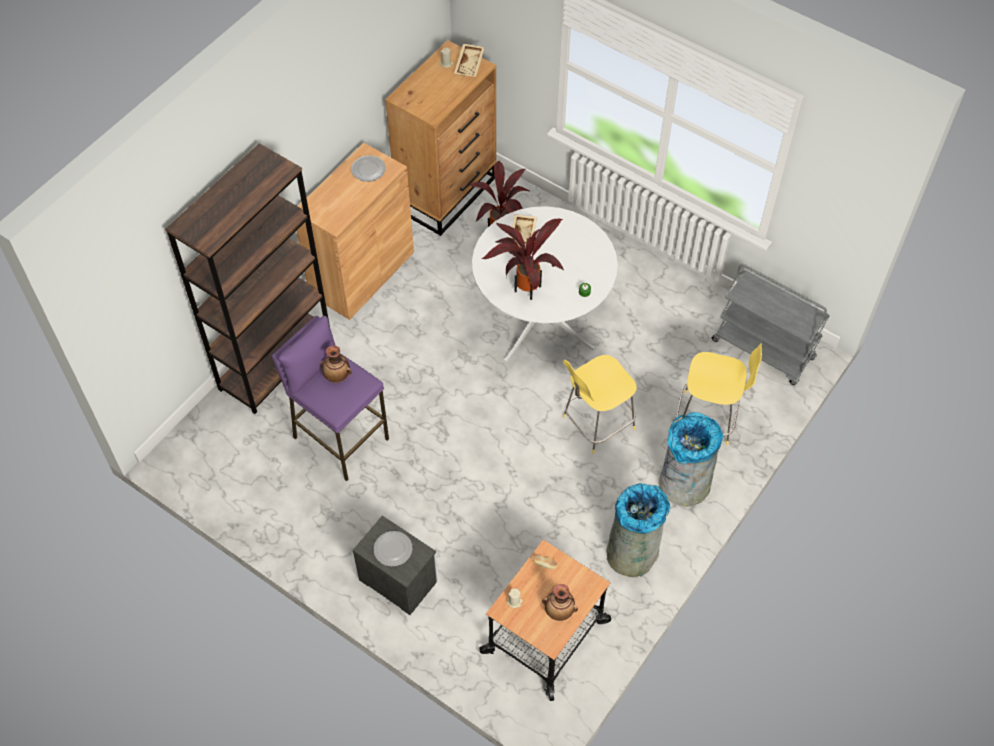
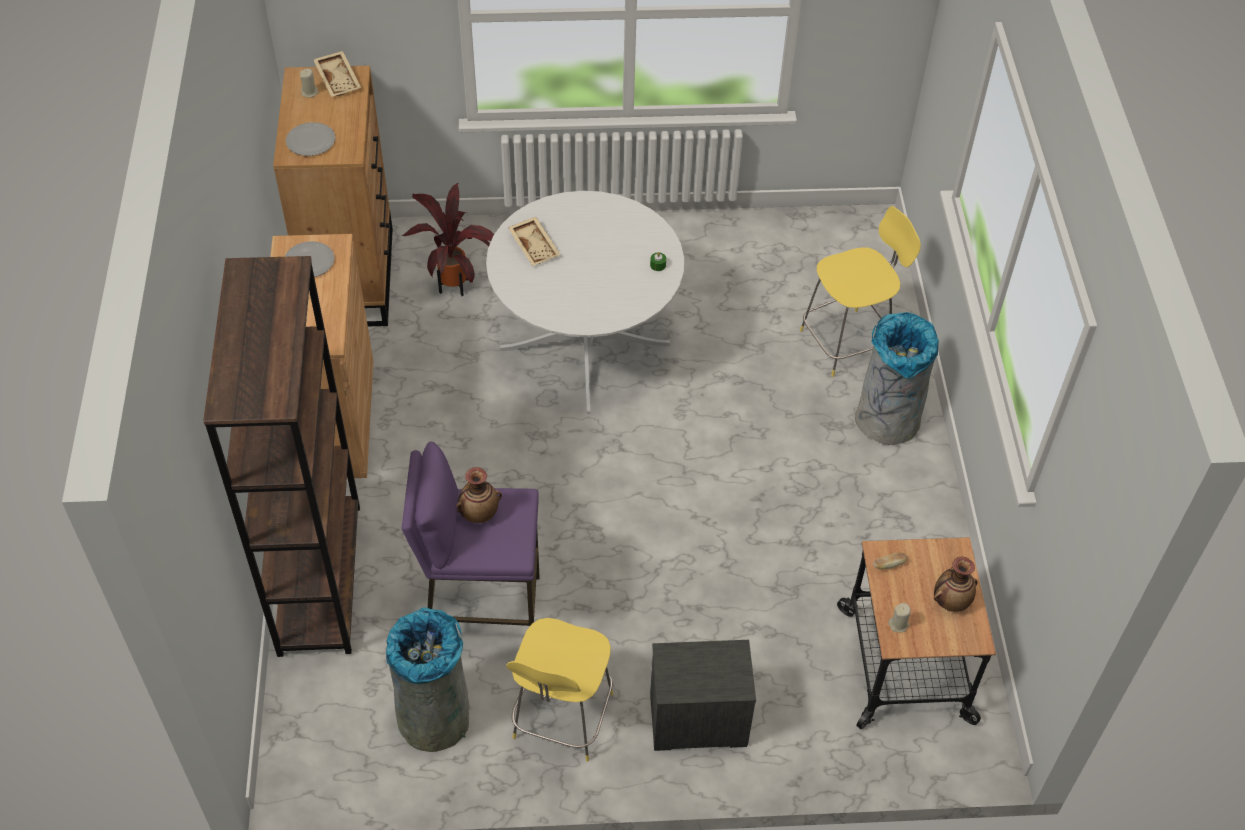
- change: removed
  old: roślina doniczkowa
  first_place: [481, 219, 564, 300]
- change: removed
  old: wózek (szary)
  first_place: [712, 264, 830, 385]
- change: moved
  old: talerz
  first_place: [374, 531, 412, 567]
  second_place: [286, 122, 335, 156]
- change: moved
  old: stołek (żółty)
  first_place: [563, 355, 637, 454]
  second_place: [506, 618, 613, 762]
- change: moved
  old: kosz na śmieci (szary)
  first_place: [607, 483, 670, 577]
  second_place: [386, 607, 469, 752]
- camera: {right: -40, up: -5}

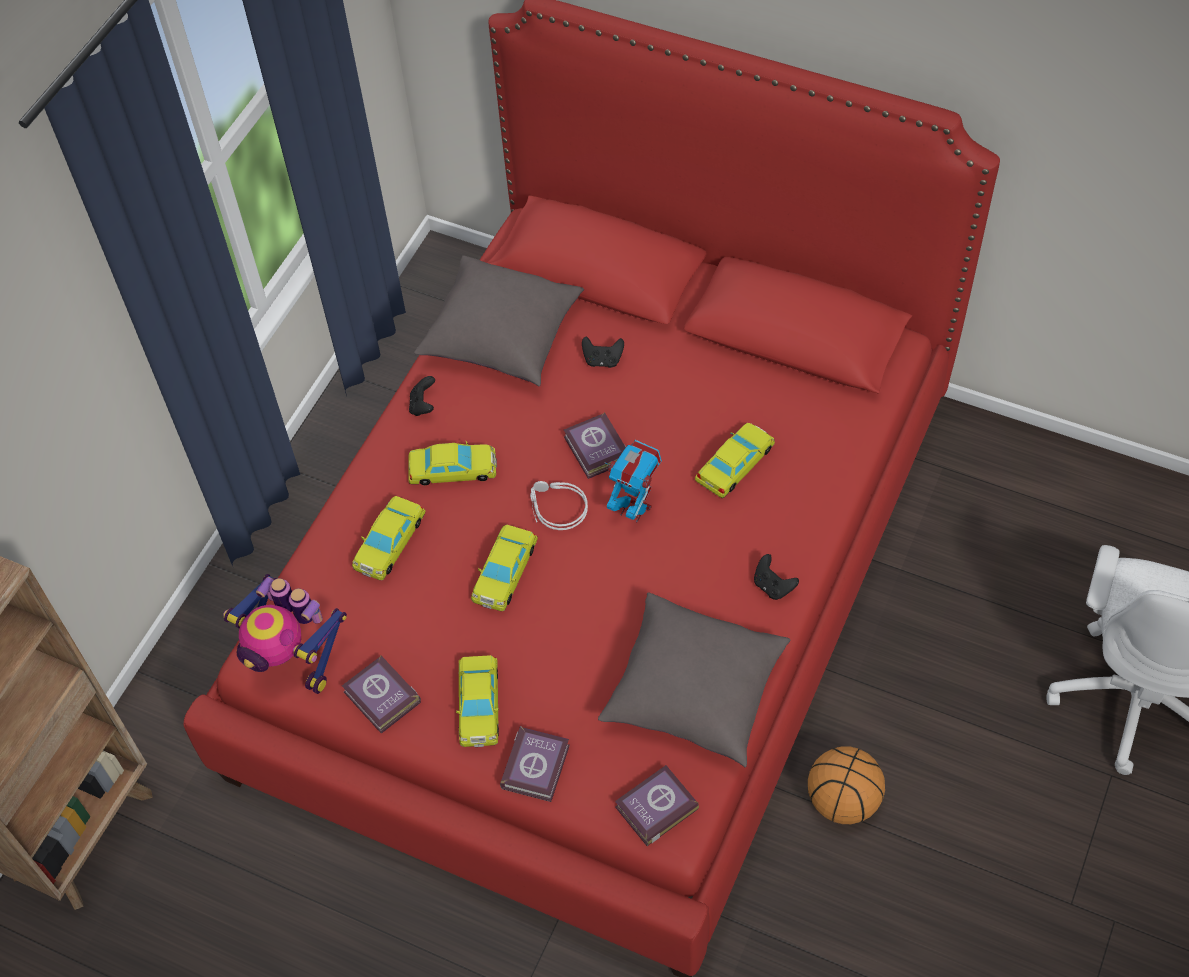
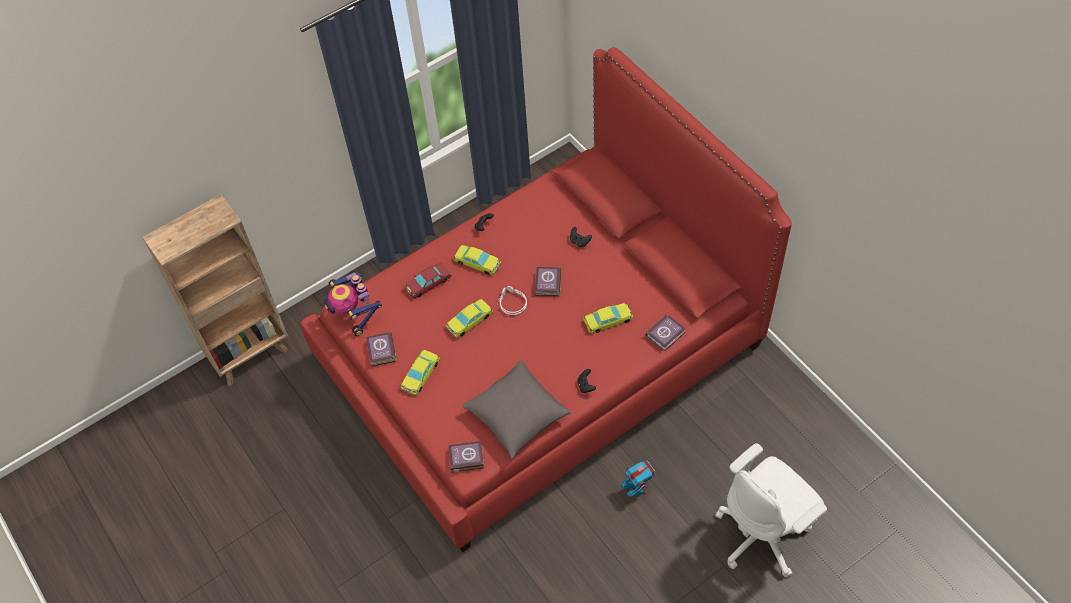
- change: removed
  old: poduszka (szary)
  first_place: [414, 255, 584, 386]
- change: removed
  old: piłka do koszykówki
  first_place: [808, 746, 885, 824]
- change: moved
  old: książka
  first_place: [500, 726, 570, 802]
  second_place: [645, 314, 685, 352]
- change: moved
  old: robot zabawkowy
  first_place: [604, 440, 662, 523]
  second_place: [621, 460, 655, 498]
- change: recoloured
  old: samochodzik (żółty)
  new: samochodzik (czerwony)
  first_place: [352, 496, 426, 580]
  second_place: [404, 263, 452, 299]
- camera: {right: 30, up: 0}

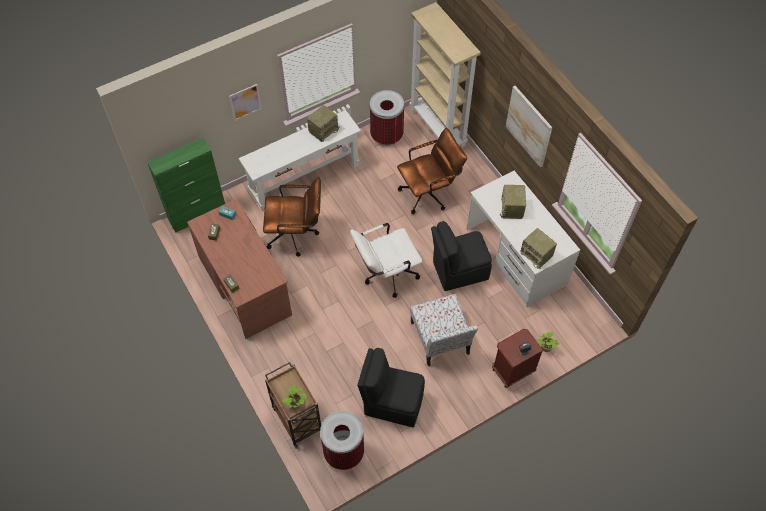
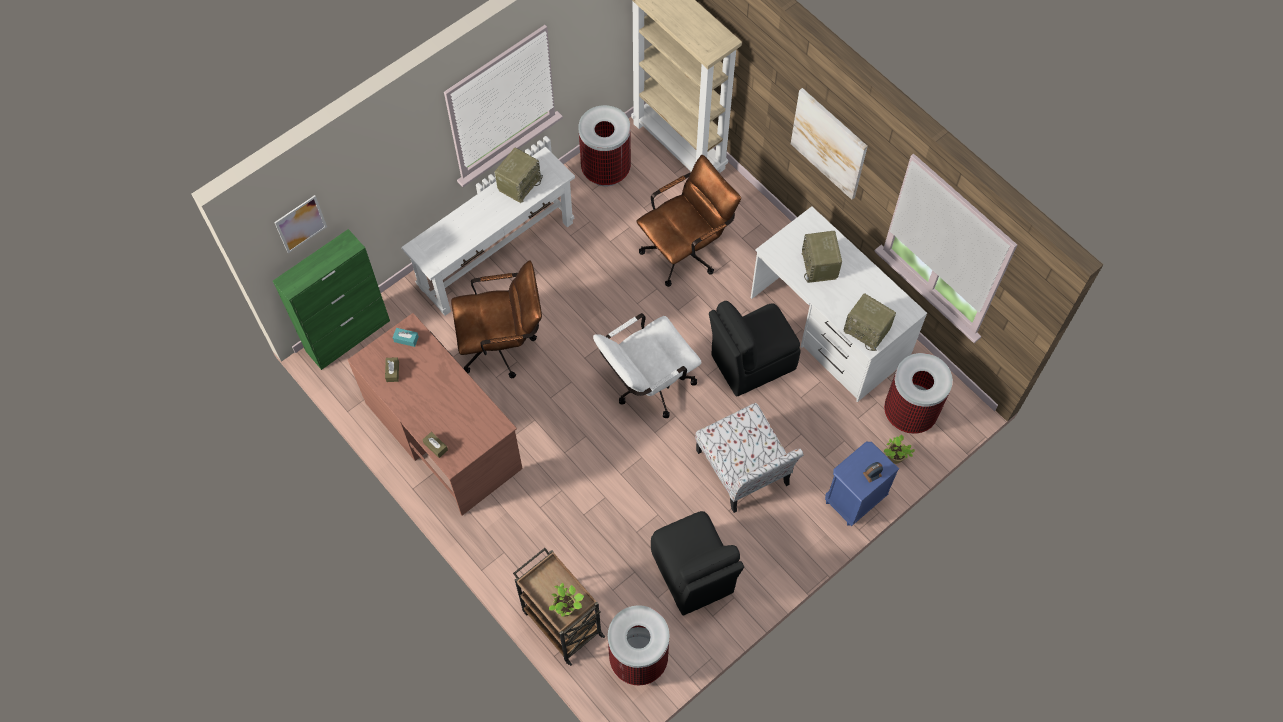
- change: added
  new: kosz na śmieci
  second_place: [884, 353, 953, 434]
- change: moved
  old: obraz
  first_place: [229, 84, 262, 121]
  second_place: [274, 195, 327, 253]
- change: recoloured
  old: szafka nocna (brązowy)
  new: szafka nocna (niebieski)
  first_place: [492, 329, 543, 388]
  second_place: [825, 442, 899, 526]
- change: turned
  old: krzesło (czarny)
  first_place: [357, 348, 425, 427]
  second_place: [651, 511, 744, 615]
  degrees: -120
- camera: {right: -10, up: 5}

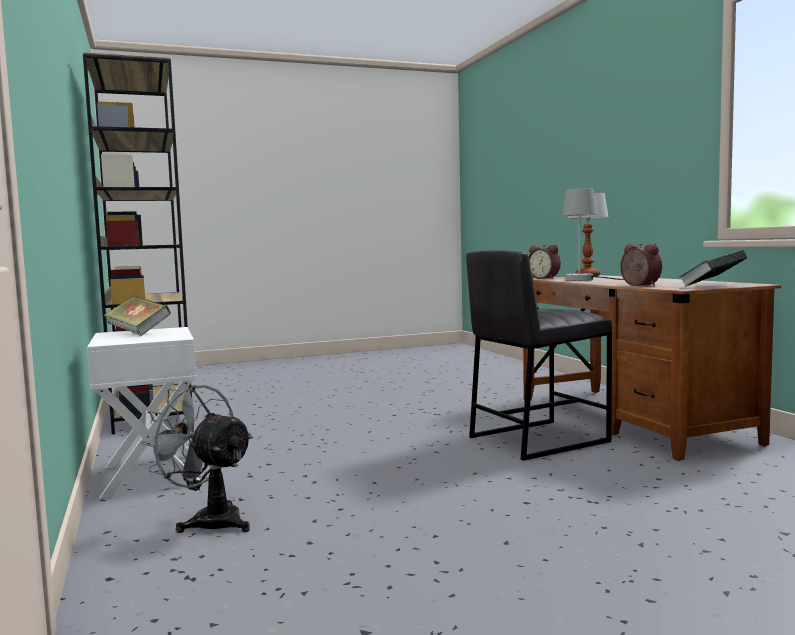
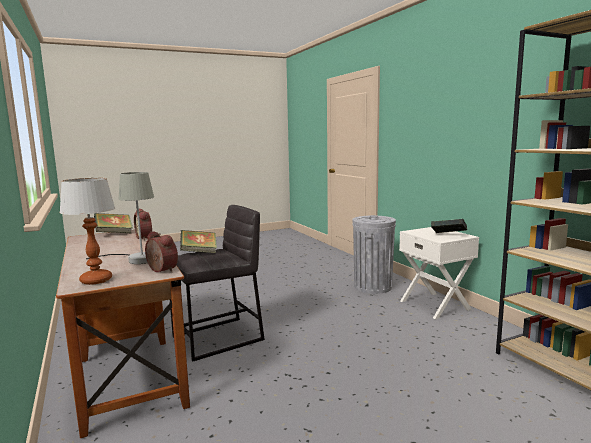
- change: added
  new: książka
  second_place: [180, 230, 217, 253]
- change: replaced
  old: wentylator (szary)
  new: kosz na śmieci (szary)
  first_place: [140, 385, 253, 533]
  second_place: [352, 215, 396, 294]
- camera: {right: 175, up: 5}

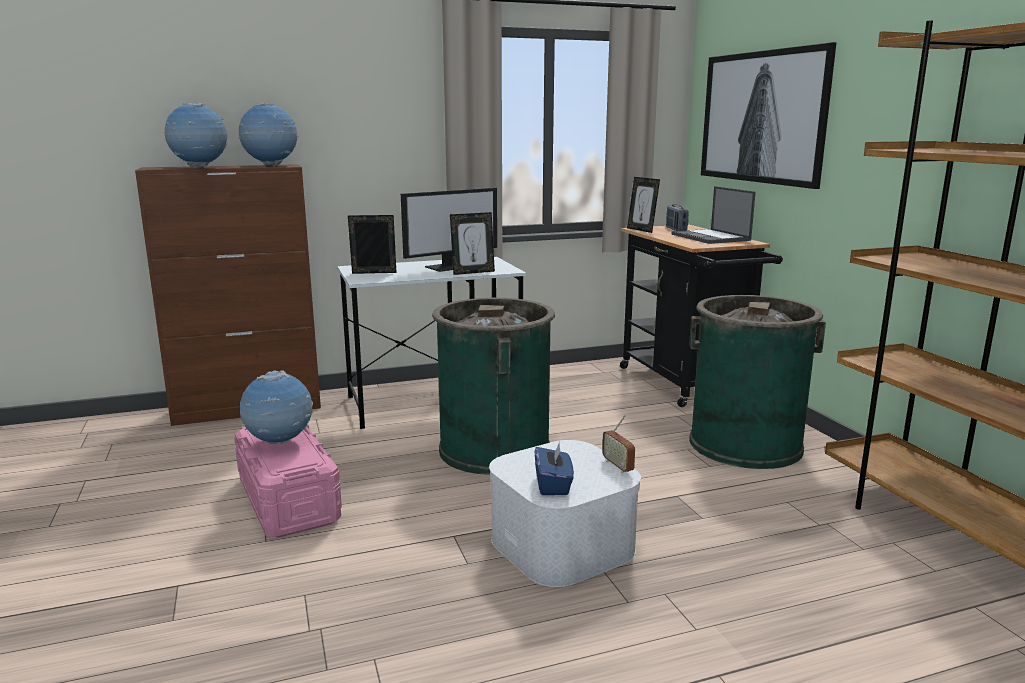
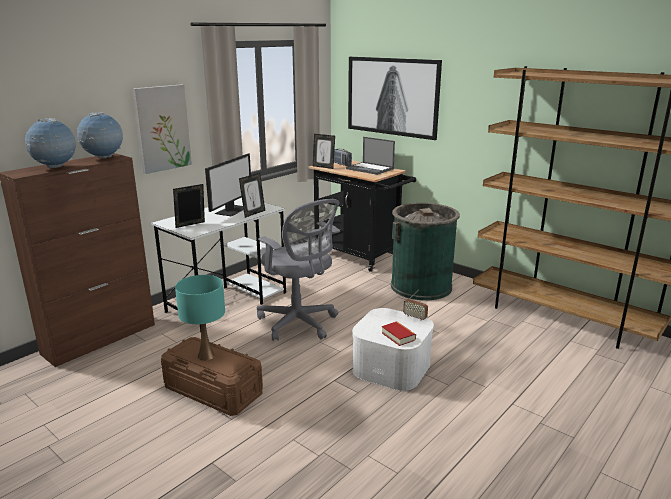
- change: added
  new: obraz
  second_place: [132, 84, 192, 174]
- change: replaced
  old: globus
  new: lampa stołowa (turkusowy)
  first_place: [240, 370, 314, 444]
  second_place: [175, 275, 225, 361]
- change: replaced
  old: kosz na śmieci (zielony)
  new: krzesło biurowe (szary)
  first_place: [432, 298, 555, 475]
  second_place: [257, 199, 340, 341]
- change: replaced
  old: pudełko chusteczek (niebieski)
  new: książka
  first_place: [535, 441, 574, 495]
  second_place: [382, 321, 416, 346]
- change: recoloured
  old: pojemnik do przechowywania (różowy)
  new: pojemnik do przechowywania (brązowy)
  first_place: [234, 425, 342, 538]
  second_place: [161, 337, 263, 416]
- camera: {right: -30, up: 5}

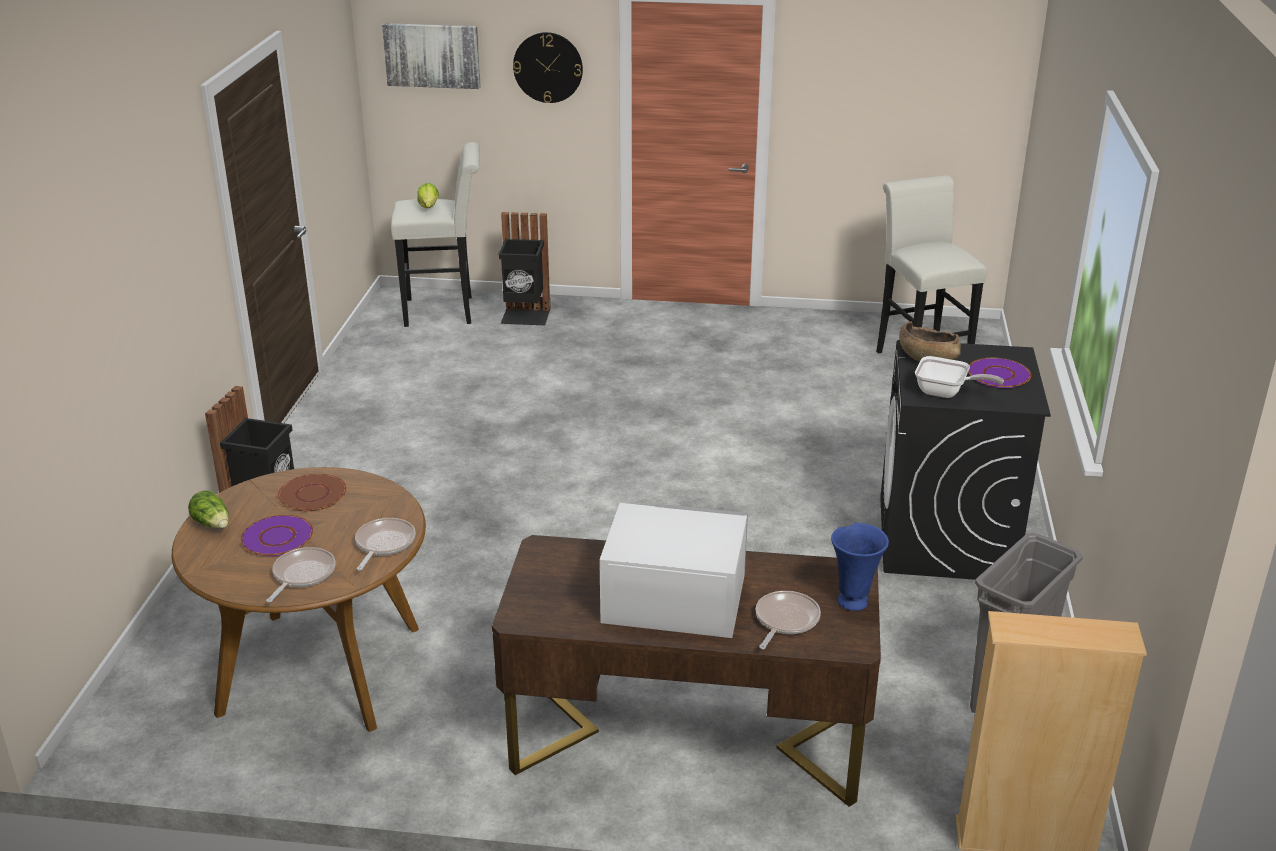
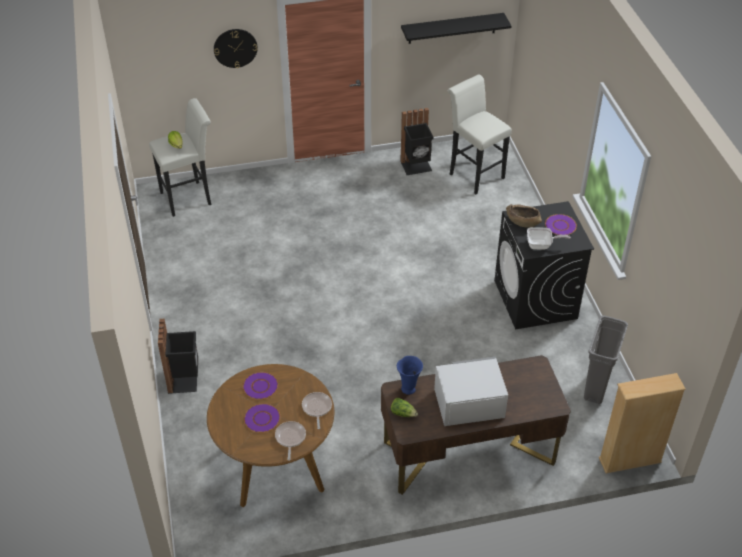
- change: removed
  old: obraz
  first_place: [382, 23, 481, 89]
- change: removed
  old: patelnia
  first_place: [756, 591, 821, 649]
- change: added
  new: półka (czarny)
  second_place: [401, 13, 512, 44]
- change: moved
  old: sałata
  first_place: [188, 490, 229, 528]
  second_place: [391, 398, 418, 417]
- change: moved
  old: kosz na śmieci (czarny)
  first_place: [498, 212, 550, 325]
  second_place: [400, 108, 433, 175]
- change: moved
  old: wazon (niebieski)
  first_place: [831, 523, 889, 611]
  second_place: [397, 356, 423, 395]
- change: recoloured
  old: talerz (brązowy)
  new: talerz (fioletowy)
  first_place: [278, 473, 347, 511]
  second_place: [243, 372, 278, 400]
- camera: {right: -20, up: 15}

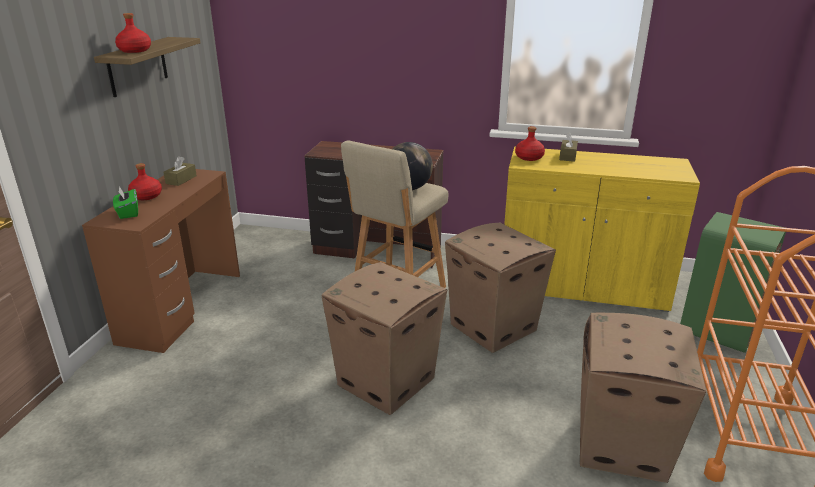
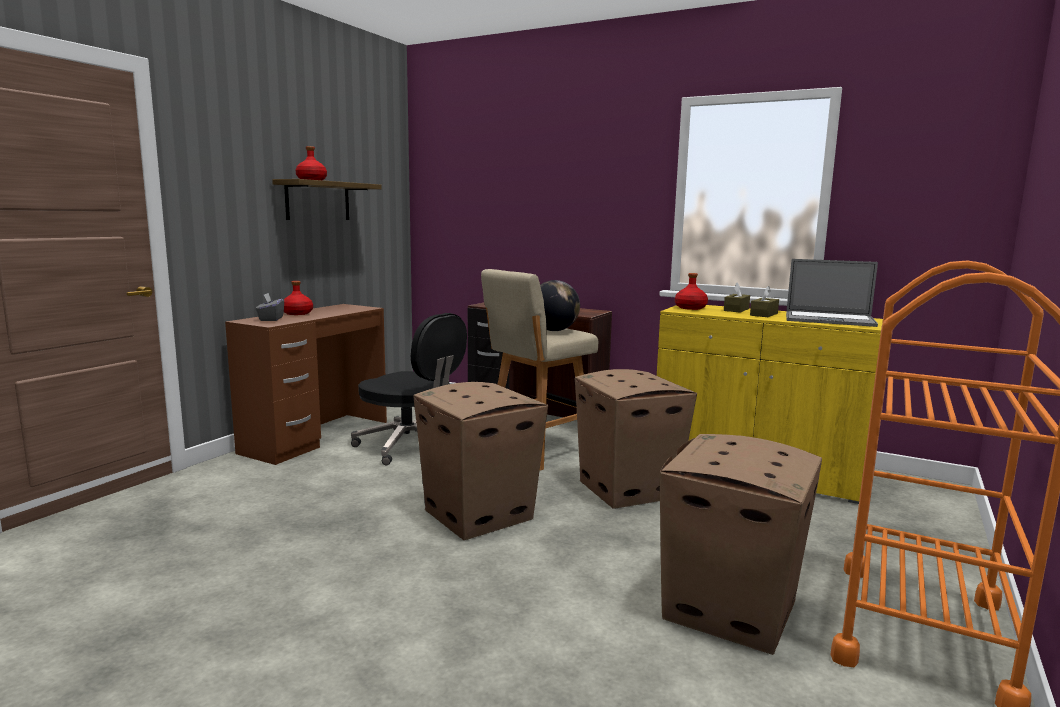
- change: removed
  old: kosz na śmieci (zielony)
  first_place: [680, 212, 786, 353]
- change: added
  new: krzesło biurowe (czarny)
  second_place: [351, 313, 467, 465]
- change: added
  new: laptop
  second_place: [786, 259, 878, 327]
- change: moved
  old: pudełko chusteczek (brązowy)
  first_place: [164, 156, 197, 186]
  second_place: [750, 286, 779, 317]
- change: recoloured
  old: pudełko chusteczek (zielony)
  new: pudełko chusteczek (szary)
  first_place: [113, 186, 138, 219]
  second_place: [256, 293, 284, 321]
- camera: {right: 15, up: -15}

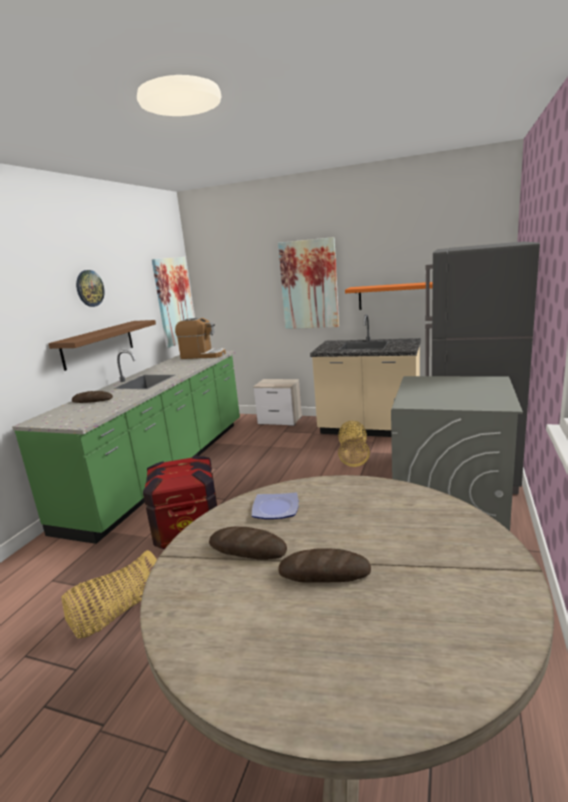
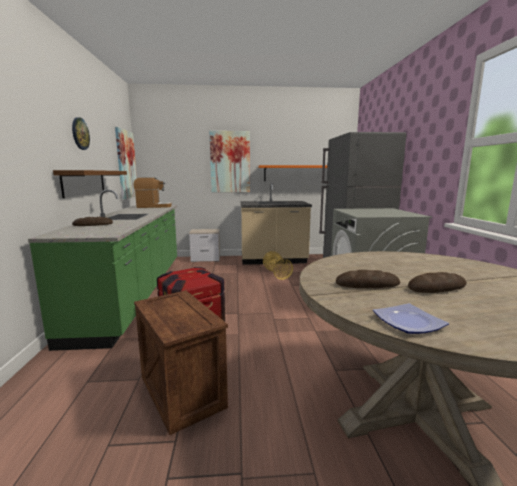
- change: moved
  old: talerz
  first_place: [252, 492, 299, 519]
  second_place: [373, 303, 449, 334]
- change: replaced
  old: koszyk
  new: skrzynka
  first_place: [61, 550, 157, 639]
  second_place: [134, 291, 228, 435]
- camera: {right: -25, up: -5}

